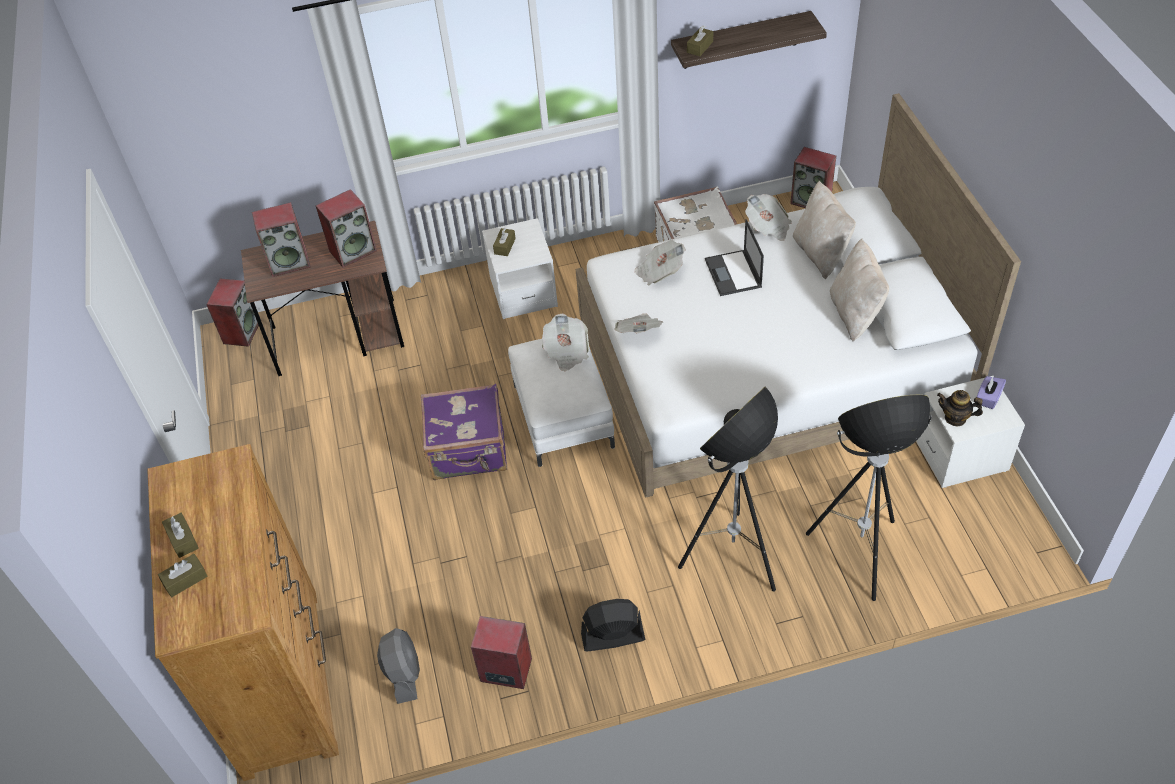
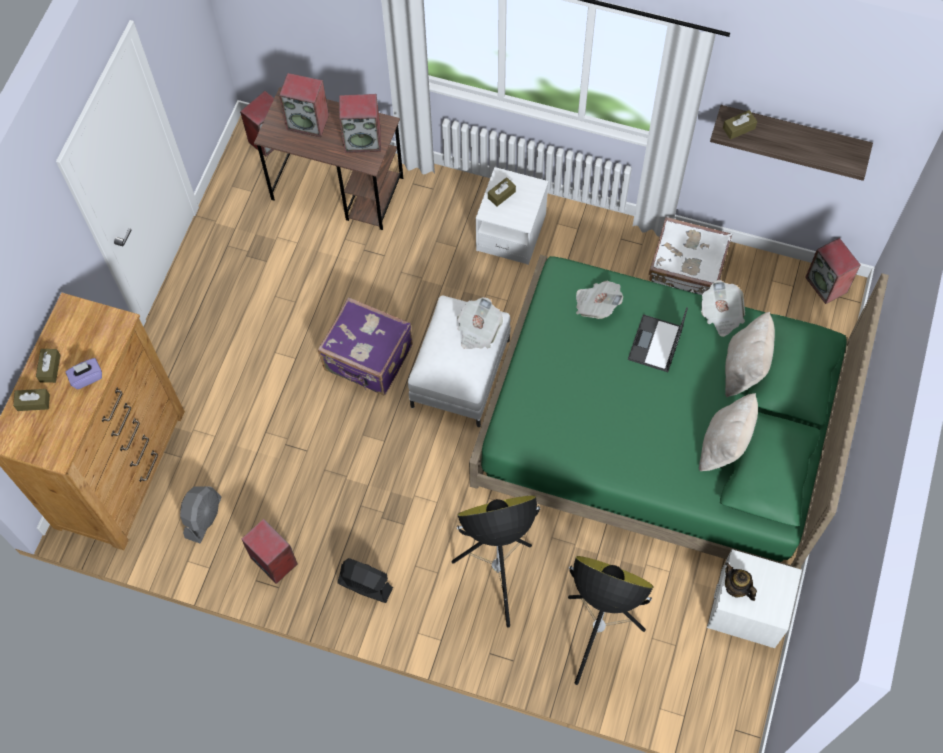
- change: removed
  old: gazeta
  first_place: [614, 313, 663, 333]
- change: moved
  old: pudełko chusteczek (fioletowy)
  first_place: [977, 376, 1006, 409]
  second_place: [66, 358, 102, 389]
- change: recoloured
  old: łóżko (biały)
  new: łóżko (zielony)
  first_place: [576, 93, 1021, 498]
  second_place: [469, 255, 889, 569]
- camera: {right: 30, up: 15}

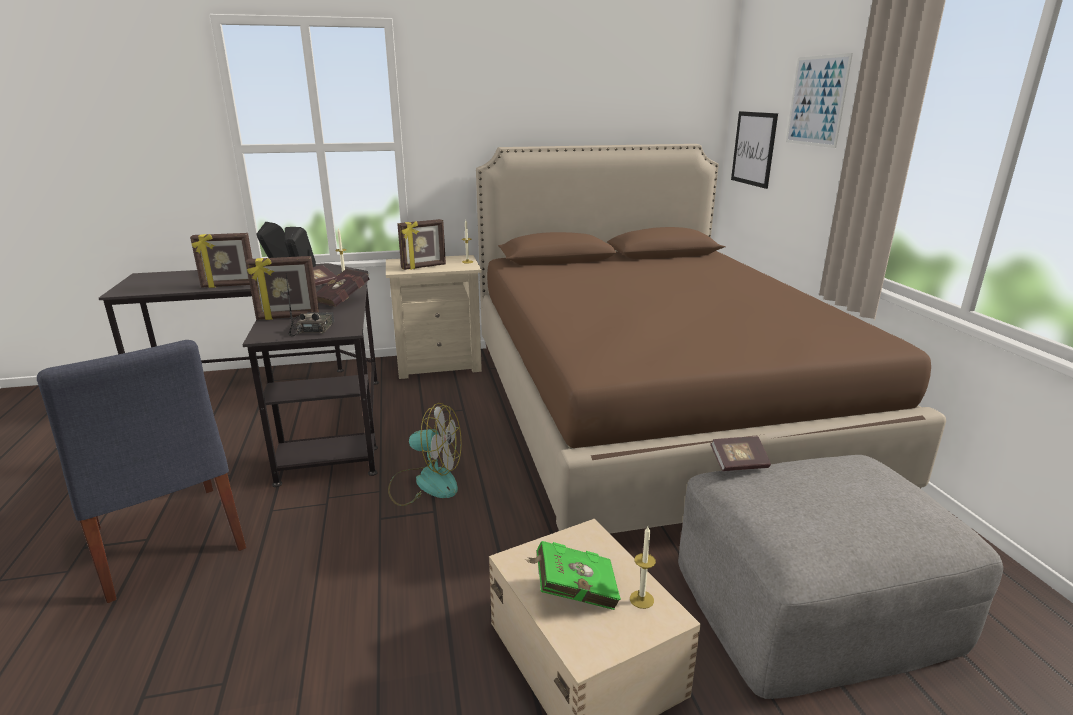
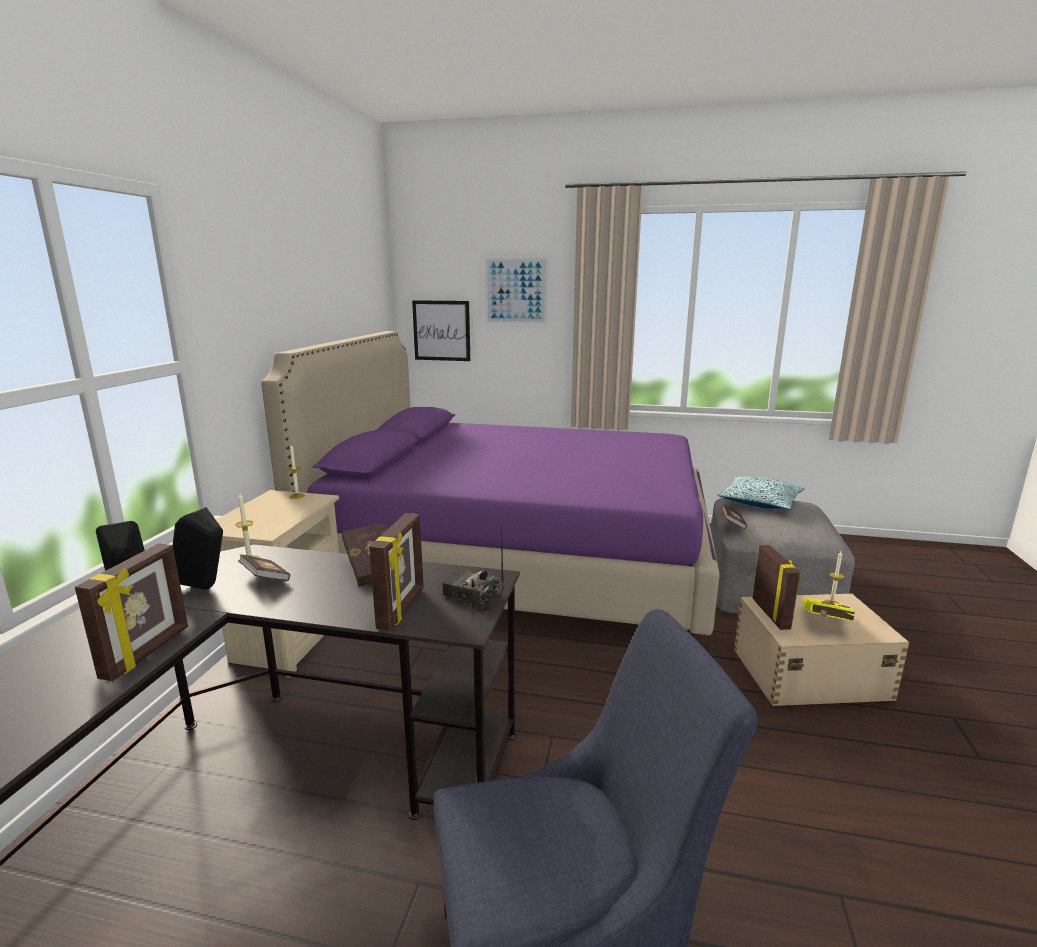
- change: removed
  old: wentylator
  first_place: [388, 403, 462, 506]
- change: added
  new: poduszka
  second_place: [718, 476, 805, 510]
- change: moved
  old: ramka na zdjęcie
  first_place: [397, 219, 446, 270]
  second_place: [752, 545, 801, 630]
- change: recoloured
  old: łóżko (brązowy)
  new: łóżko (fioletowy)
  first_place: [476, 144, 946, 534]
  second_place: [261, 331, 720, 648]
- change: recoloured
  old: książka (zielony)
  new: książka (żółty)
  first_place: [524, 541, 621, 610]
  second_place: [803, 597, 855, 622]
- camera: {right: -65, up: -5}

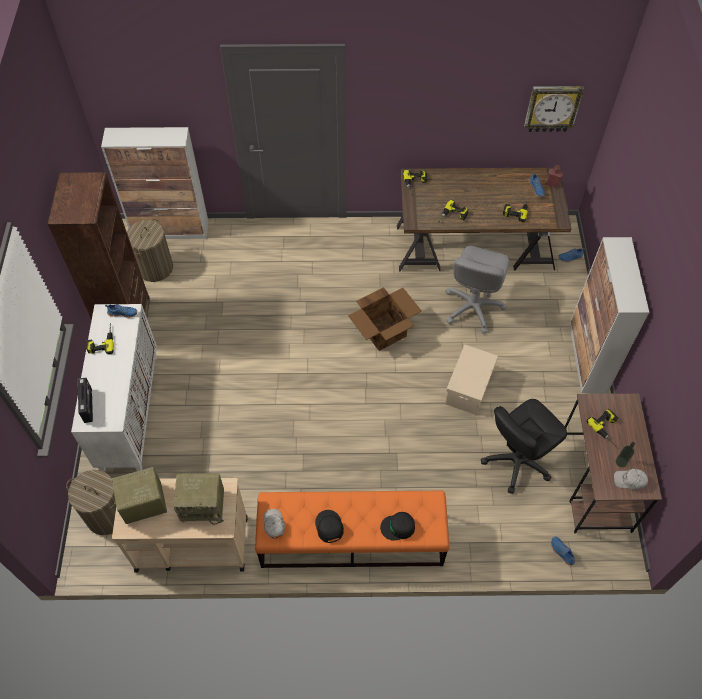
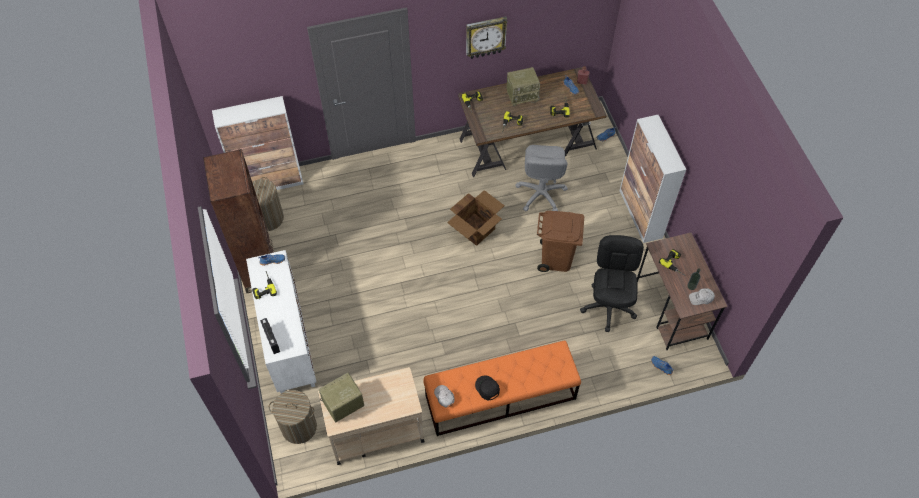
- change: removed
  old: czapka z daszkiem (czarny)
  first_place: [380, 512, 415, 540]
- change: moved
  old: radio
  first_place: [173, 473, 224, 525]
  second_place: [506, 67, 540, 106]
- change: moved
  old: zegar ścienny
  first_place: [524, 86, 584, 132]
  second_place: [466, 17, 508, 59]
- change: replaced
  old: pojemnik do przechowywania (beżowy)
  new: kosz na śmieci (brązowy)
  first_place: [445, 345, 498, 415]
  second_place: [537, 211, 584, 272]
- change: turned
  old: krzesło biurowe (czarny)
  first_place: [481, 399, 567, 494]
  second_place: [580, 235, 644, 332]
  degrees: 150
- camera: {right: -15, up: 0}

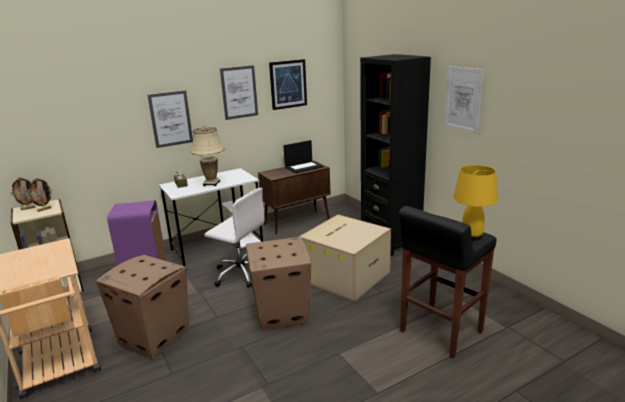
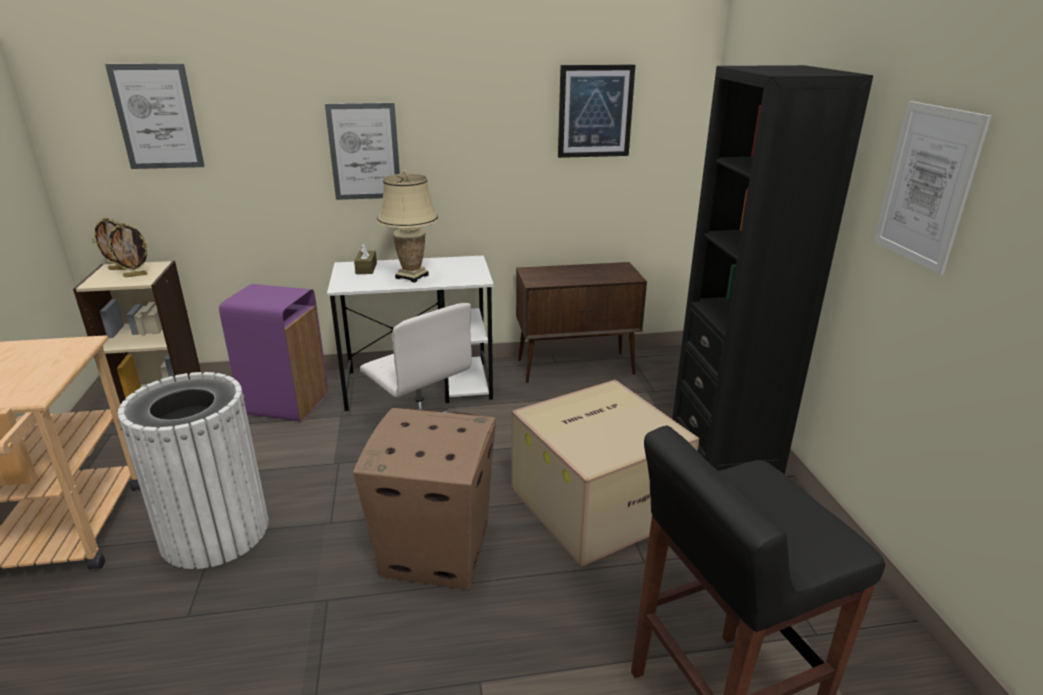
- change: removed
  old: laptop
  first_place: [283, 140, 324, 173]
- change: removed
  old: lampa stołowa (żółty)
  first_place: [453, 165, 498, 240]
- change: moved
  old: obraz
  first_place: [220, 65, 258, 120]
  second_place: [105, 64, 205, 169]
- change: replaced
  old: karton
  new: kosz na śmieci (biały)
  first_place: [96, 255, 189, 359]
  second_place: [118, 372, 268, 569]
- camera: {right: 20, up: 5}

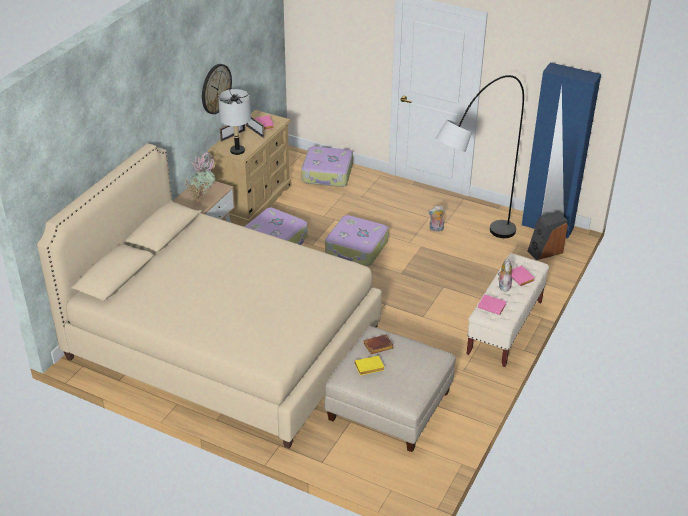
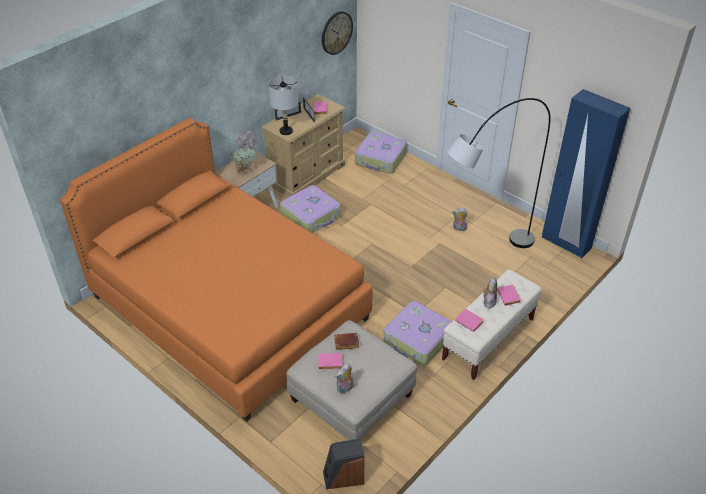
- change: added
  new: pluszak
  second_place: [335, 364, 354, 393]
- change: moved
  old: zegar ścienny
  first_place: [202, 64, 232, 114]
  second_place: [322, 11, 353, 55]
- change: moved
  old: walizka
  first_place: [325, 215, 389, 266]
  second_place: [383, 301, 452, 365]
- change: moved
  old: głośnik
  first_place: [527, 212, 568, 260]
  second_place: [323, 439, 364, 489]
- change: recoloured
  old: łóżko (beżowy)
  new: łóżko (pomarańczowy)
  first_place: [37, 143, 382, 449]
  second_place: [60, 118, 373, 422]
- change: recoloured
  old: książka (żółty)
  new: książka (różowy)
  first_place: [355, 356, 384, 375]
  second_place: [318, 353, 342, 370]
- camera: {right: 15, up: 5}

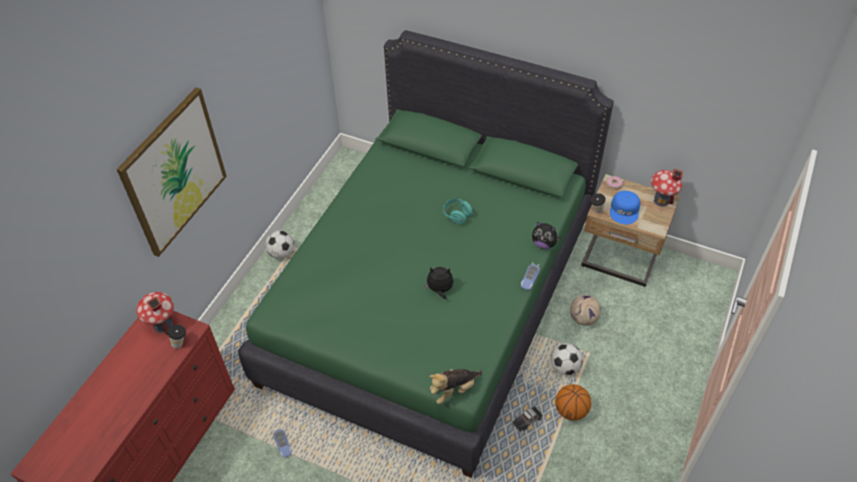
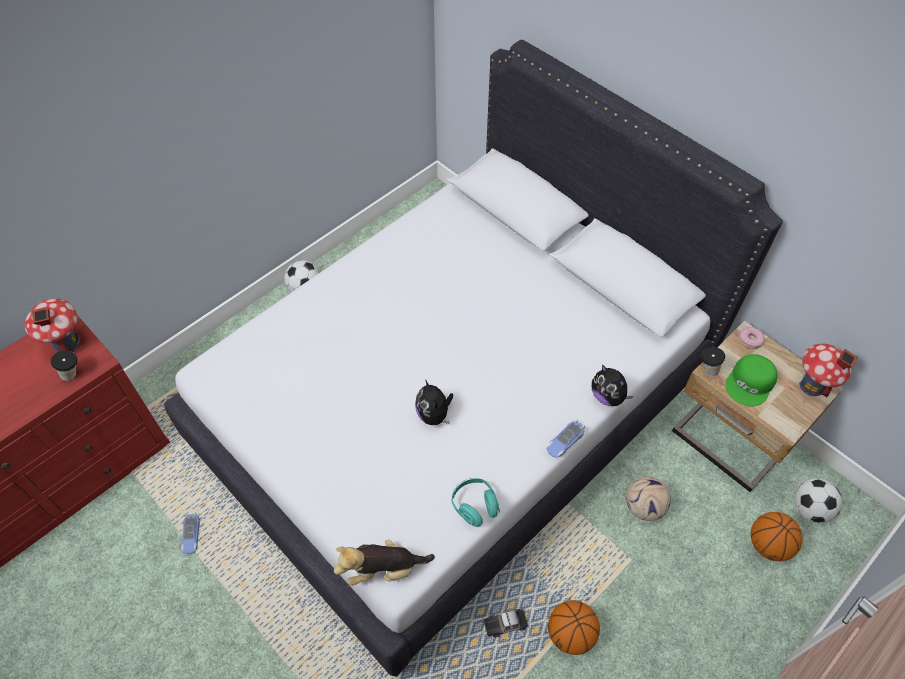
- change: removed
  old: obraz
  first_place: [117, 87, 227, 257]
- change: added
  new: piłka do koszykówki
  second_place: [750, 512, 803, 561]
- change: moved
  old: słuchawki (turkusowy)
  first_place: [443, 198, 473, 224]
  second_place: [451, 478, 500, 527]
- change: moved
  old: piłka futbolowa
  first_place: [551, 343, 583, 375]
  second_place: [794, 478, 842, 523]
- change: recoloured
  old: łóżko (zielony)
  new: łóżko (biały)
  first_place: [238, 30, 614, 478]
  second_place: [164, 40, 783, 676]
- change: recoloured
  old: czapka z daszkiem (niebieski)
  new: czapka z daszkiem (zielony)
  first_place: [610, 191, 640, 224]
  second_place: [725, 354, 777, 407]
- change: turned
  old: pluszak
  first_place: [424, 267, 454, 299]
  second_place: [415, 380, 453, 425]
  degrees: -135
- camera: {right: 20, up: 5}

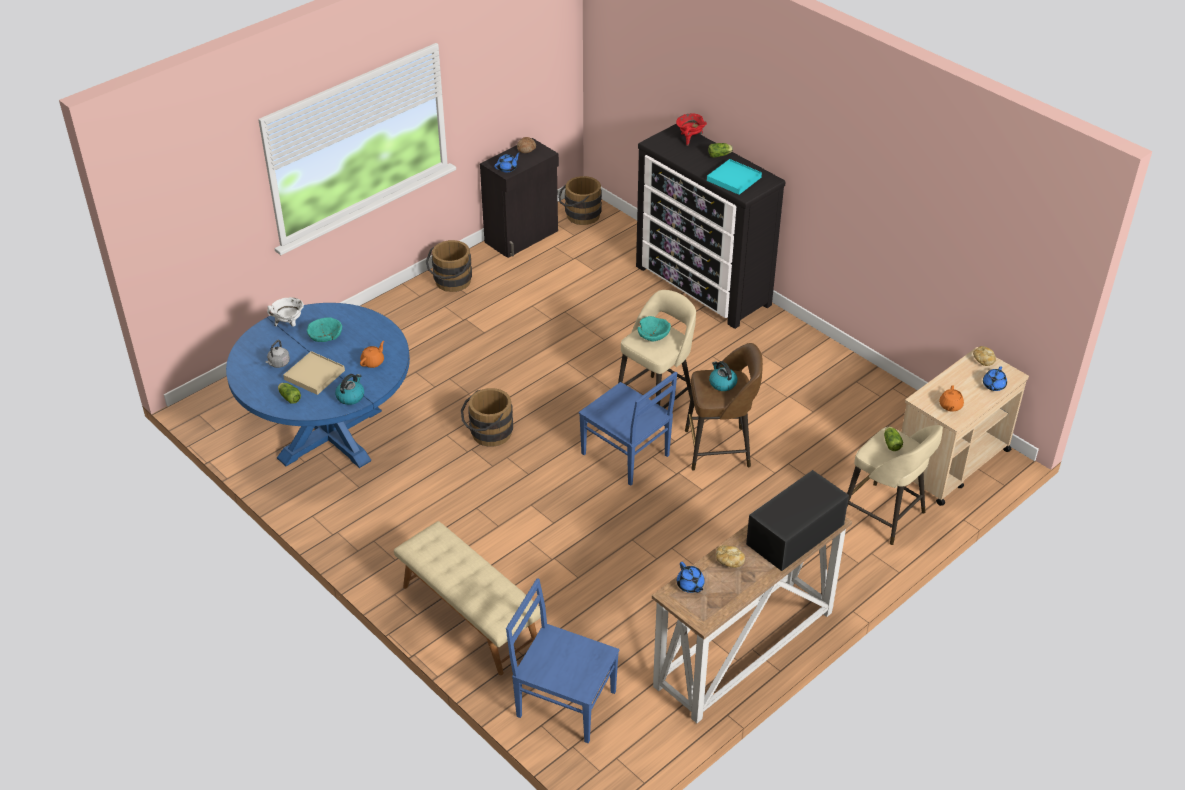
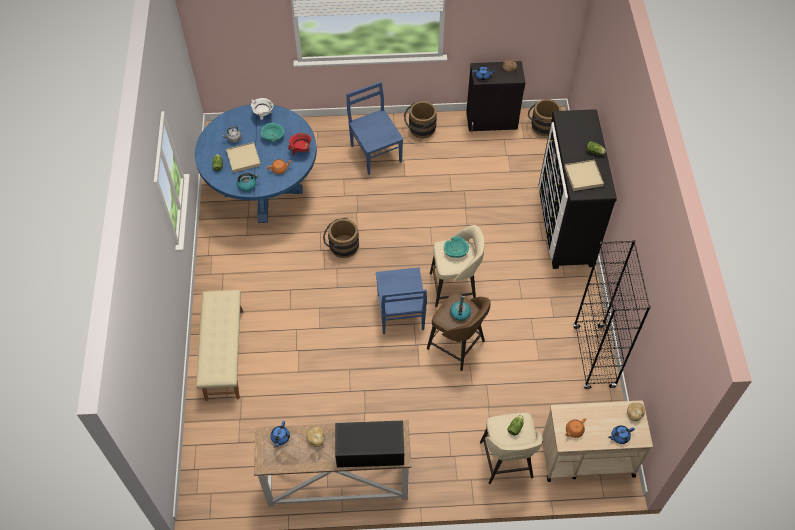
- change: added
  new: regał (czarny)
  second_place: [573, 240, 651, 389]
- change: moved
  old: krzesło (niebieski)
  first_place: [506, 578, 619, 743]
  second_place: [346, 82, 404, 175]
- change: moved
  old: garnek (czerwony)
  first_place: [676, 114, 707, 146]
  second_place: [288, 133, 311, 156]
- change: recoloured
  old: taca (turkusowy)
  new: taca (beżowy)
  first_place: [707, 159, 762, 195]
  second_place: [564, 160, 604, 191]
- camera: {right: 40, up: 15}

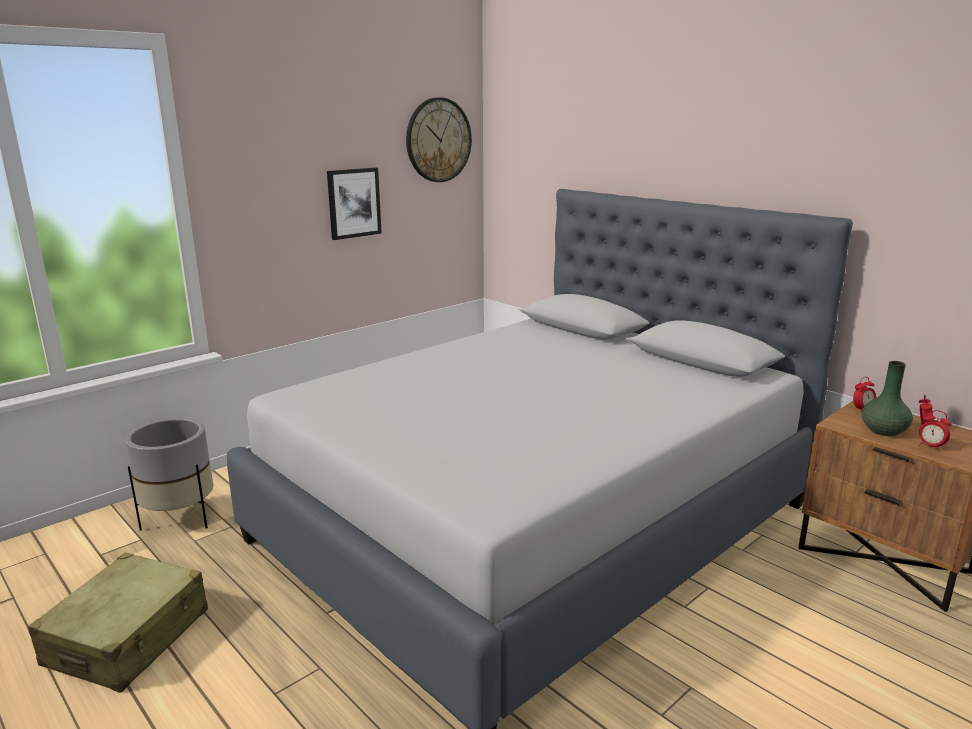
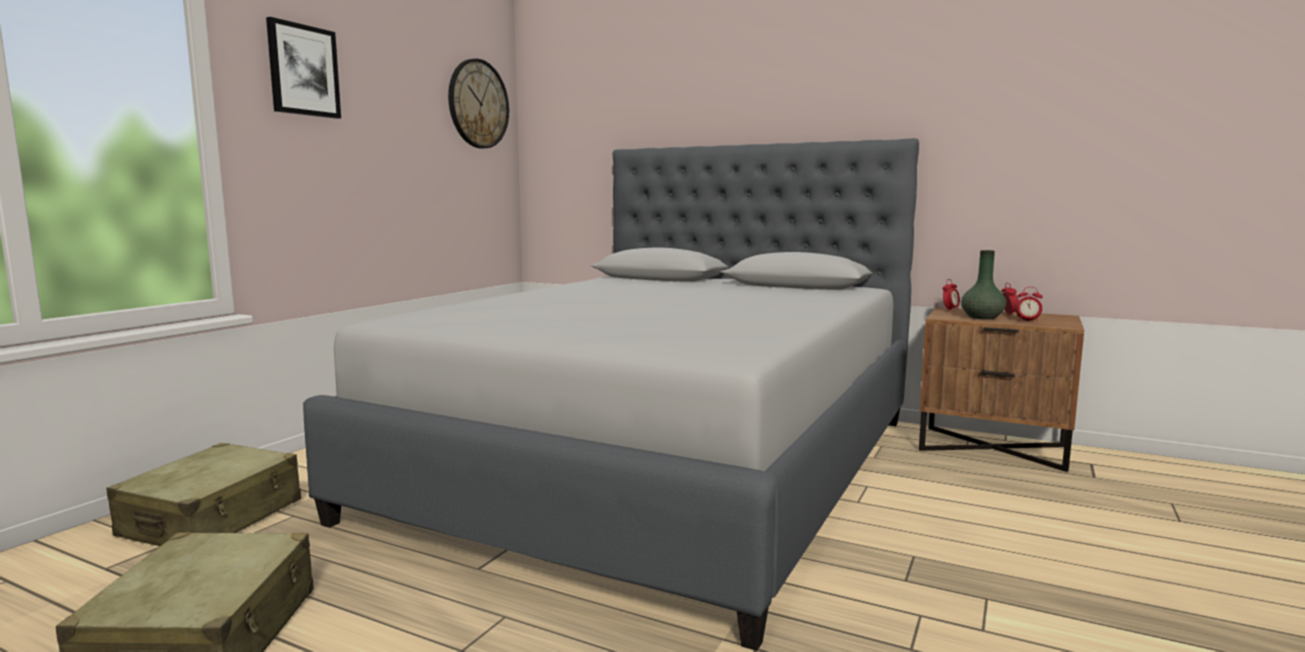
- change: moved
  old: obraz
  first_place: [327, 168, 382, 240]
  second_place: [266, 17, 341, 119]
- change: replaced
  old: donica (szary)
  new: walizka (beżowy)
  first_place: [125, 418, 214, 531]
  second_place: [107, 443, 301, 546]
- camera: {right: -20, up: -10}

